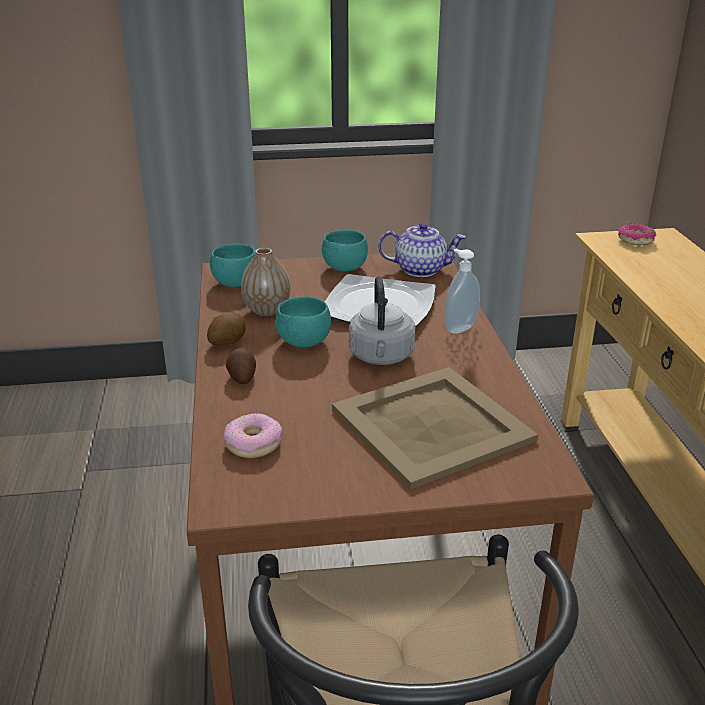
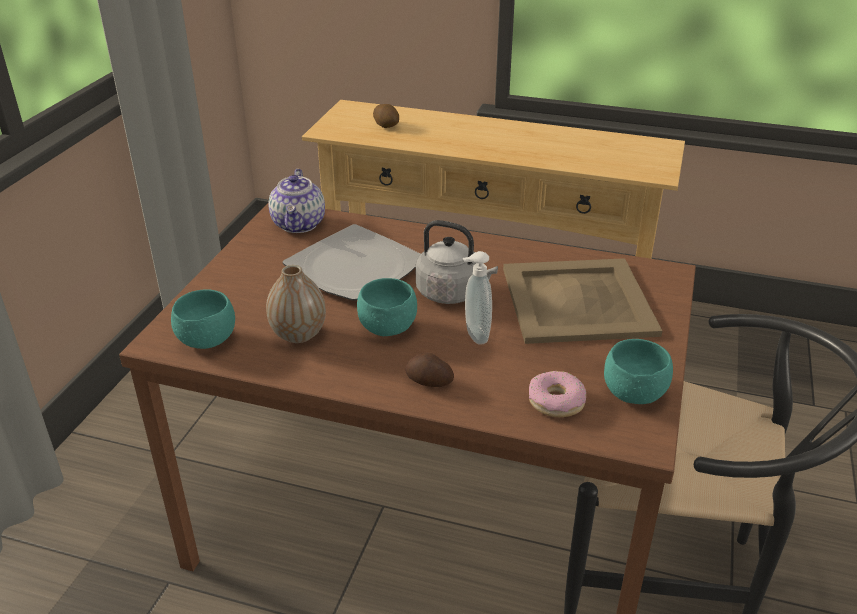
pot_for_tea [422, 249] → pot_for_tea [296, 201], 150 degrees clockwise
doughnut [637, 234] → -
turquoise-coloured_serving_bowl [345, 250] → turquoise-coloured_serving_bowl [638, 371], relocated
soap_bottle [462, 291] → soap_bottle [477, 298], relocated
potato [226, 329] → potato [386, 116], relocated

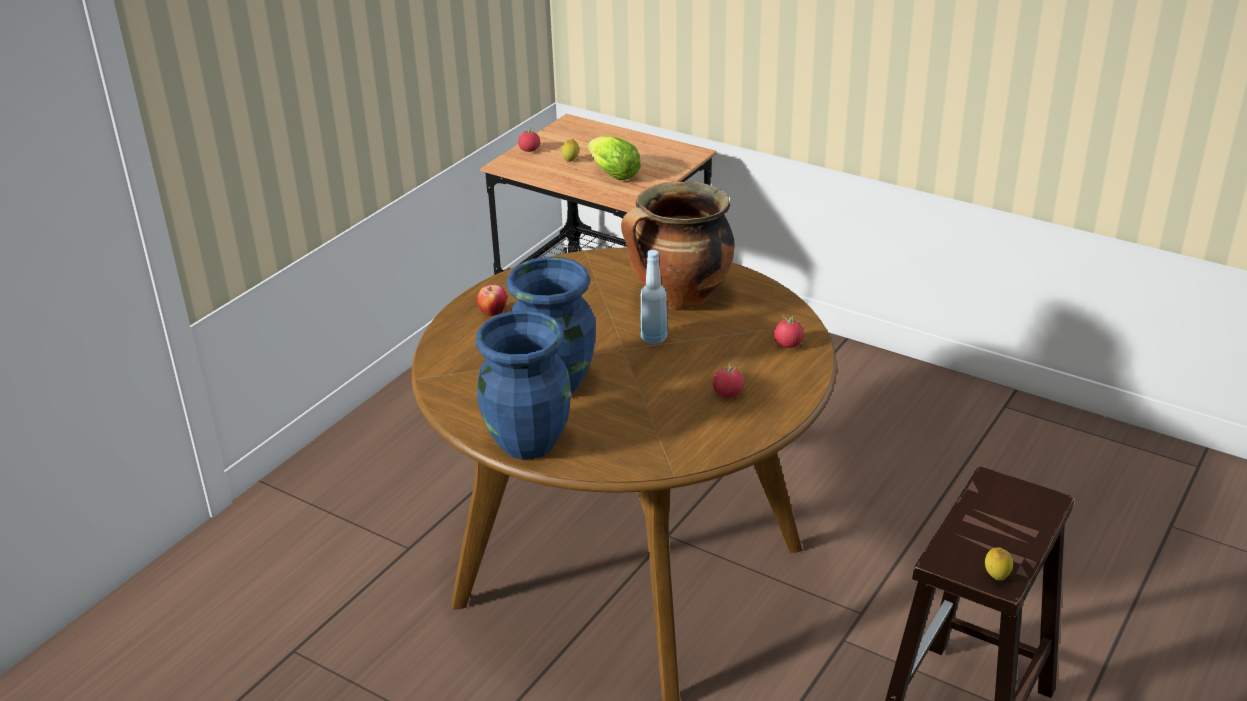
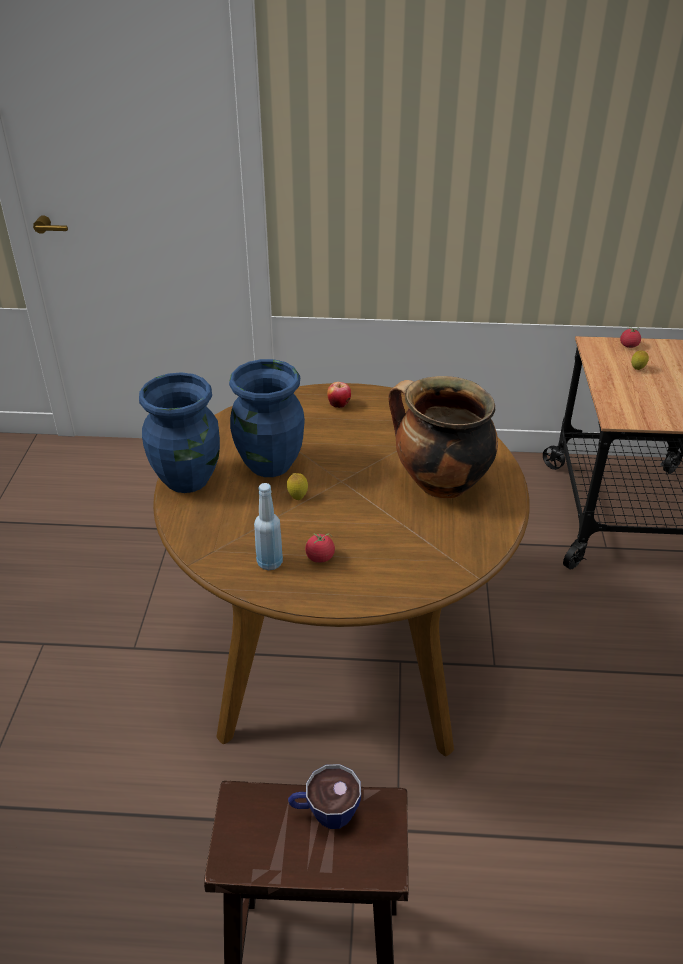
head_of_lettuce [614, 158] → -
blue-coloured_beverage_bottle [654, 297] → blue-coloured_beverage_bottle [268, 526], relocated
whole_tomato [789, 332] → -
lemon [999, 564] → lemon [297, 486], relocated
- → drinking_cup [324, 796]

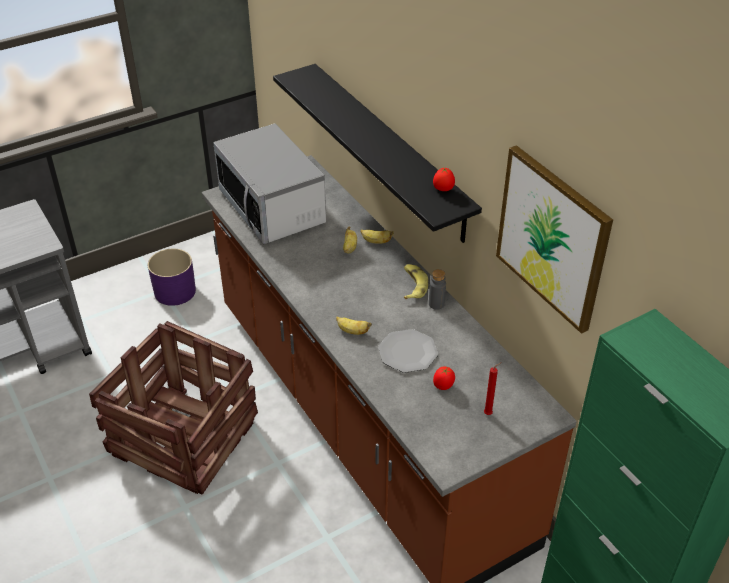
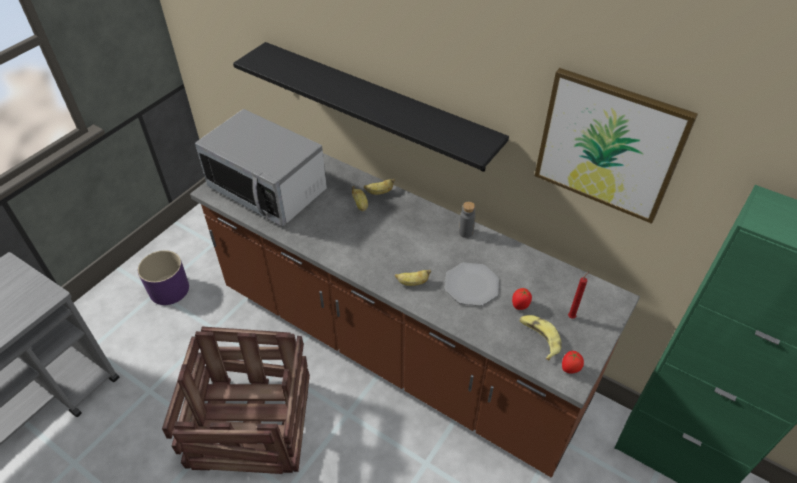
whole_tomato [444, 179] → whole_tomato [573, 362], relocated
whole_banana [416, 282] → whole_banana [540, 337], relocated

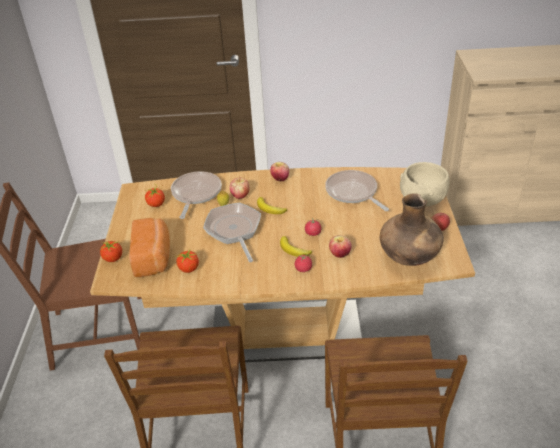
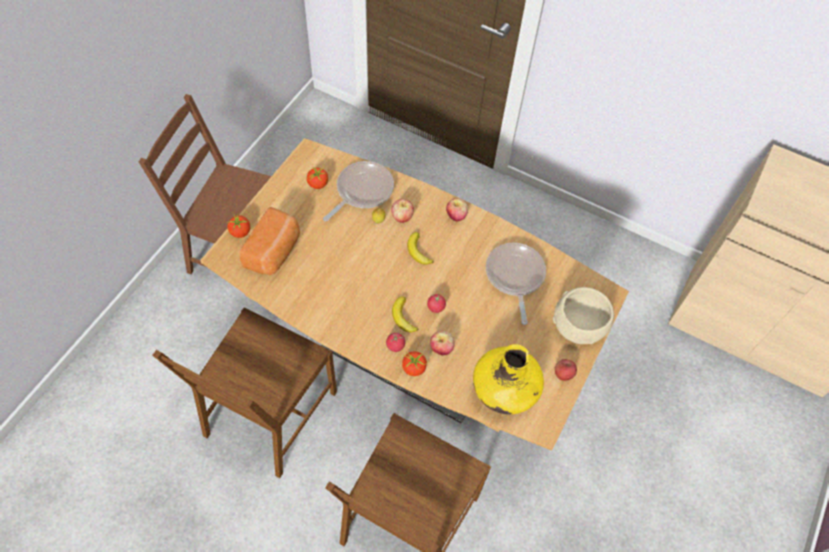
brownish_decorative_vase [412, 229] → yellow-coloured_decorative_vase [508, 379]
pan [232, 232] → -
whole_tomato [187, 261] → whole_tomato [414, 363], relocated

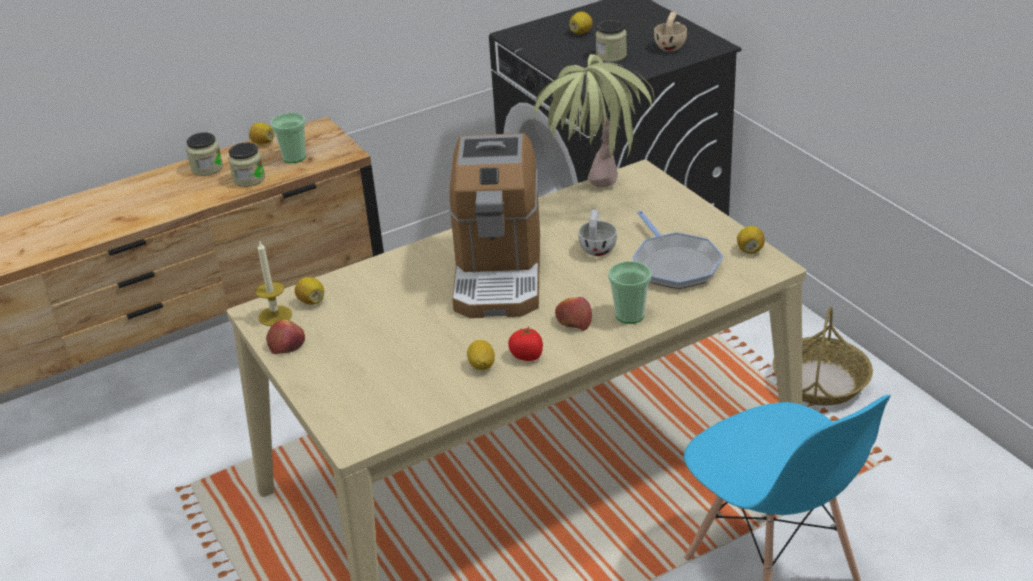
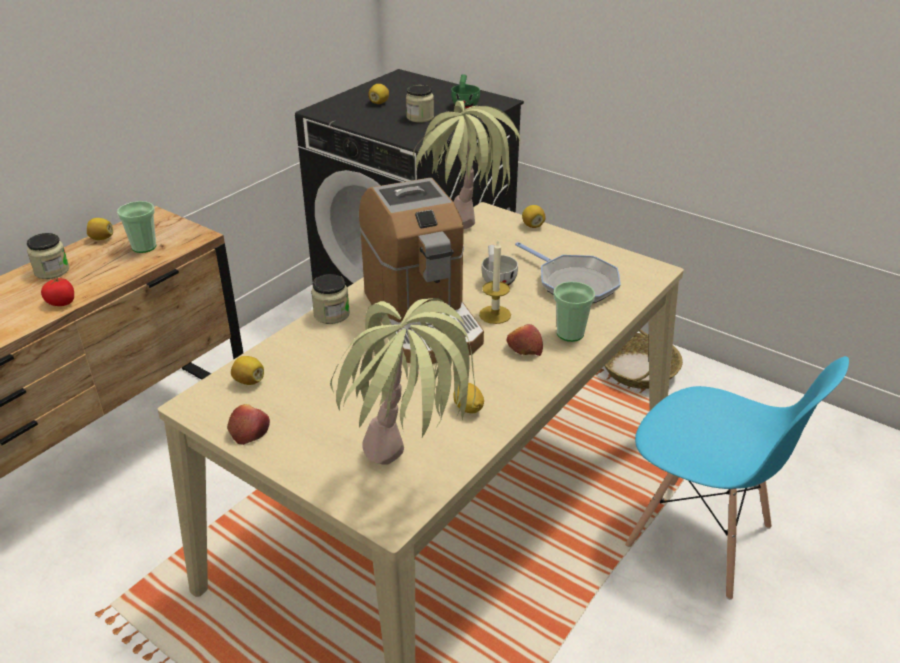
beige-coloured_drinking_cup [670, 31] → greenish_drinking_cup [465, 91]
storage_jar [246, 164] → storage_jar [330, 299], relocated
lemon [751, 240] → lemon [534, 216], relocated
wax_candle [273, 283] → wax_candle [495, 282], relocated
whole_tomato [525, 344] → whole_tomato [57, 291], relocated
- → houseplant [403, 381]

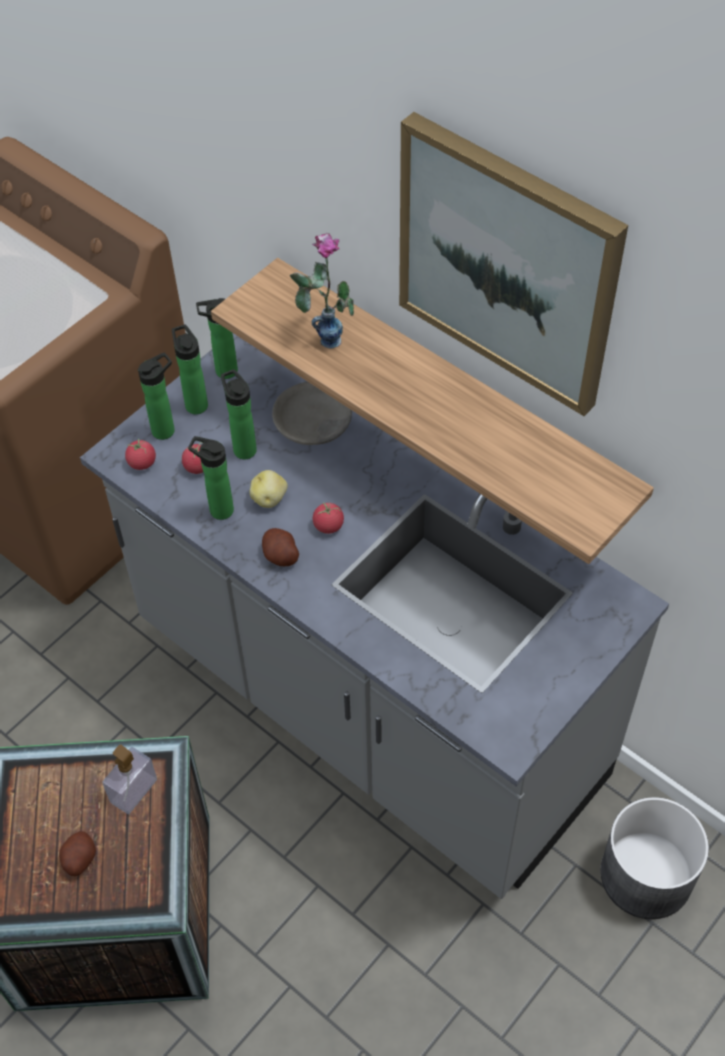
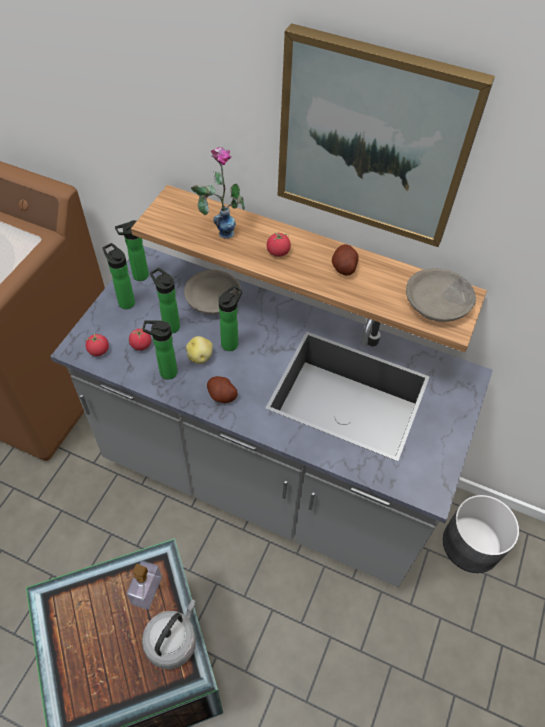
beverage_bottle [156, 396] → beverage_bottle [231, 318], relocated
whole_tomato [328, 518] → whole_tomato [279, 244], relocated
potato [77, 853] → potato [345, 260], relocated
- → grey_serving_bowl [441, 295]
- → grey_tea_kettle [169, 635]

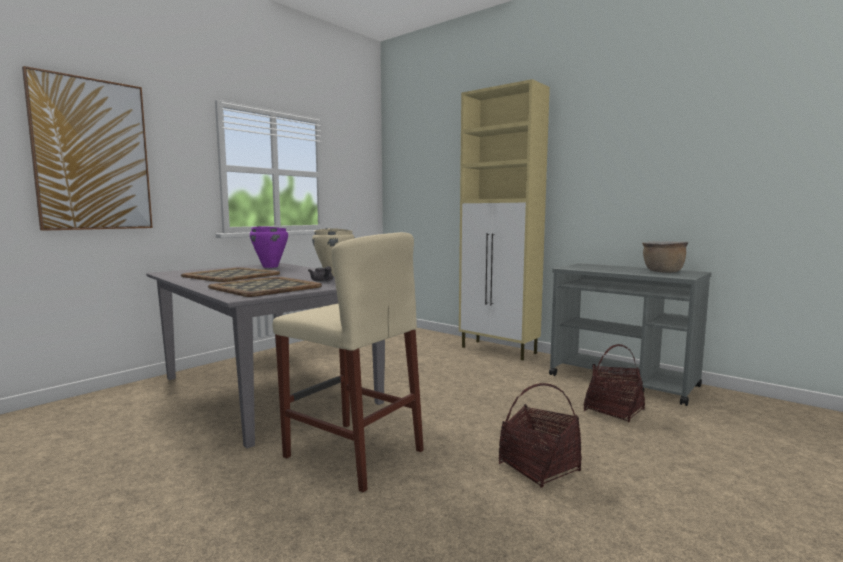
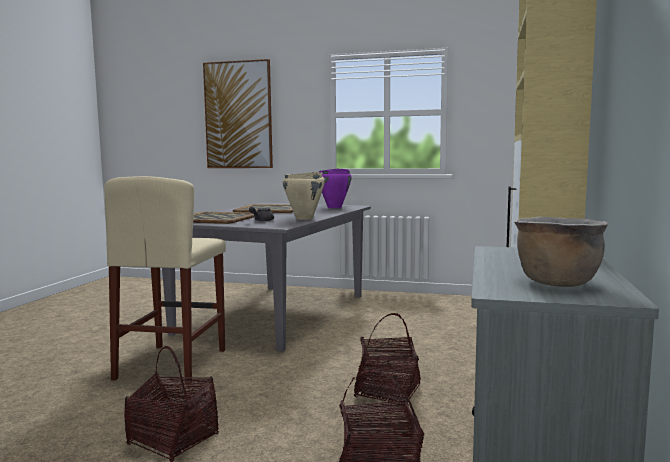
- → storage_basket [387, 358]

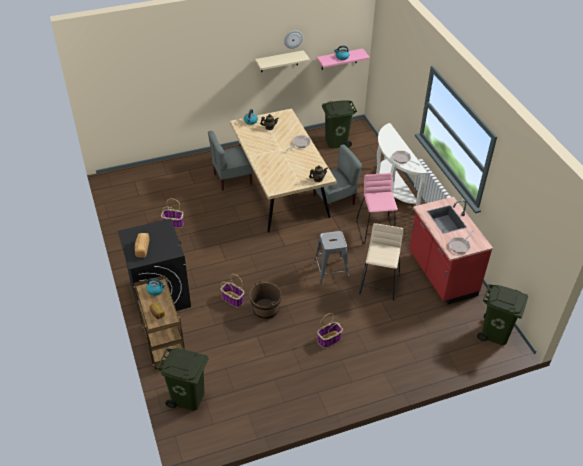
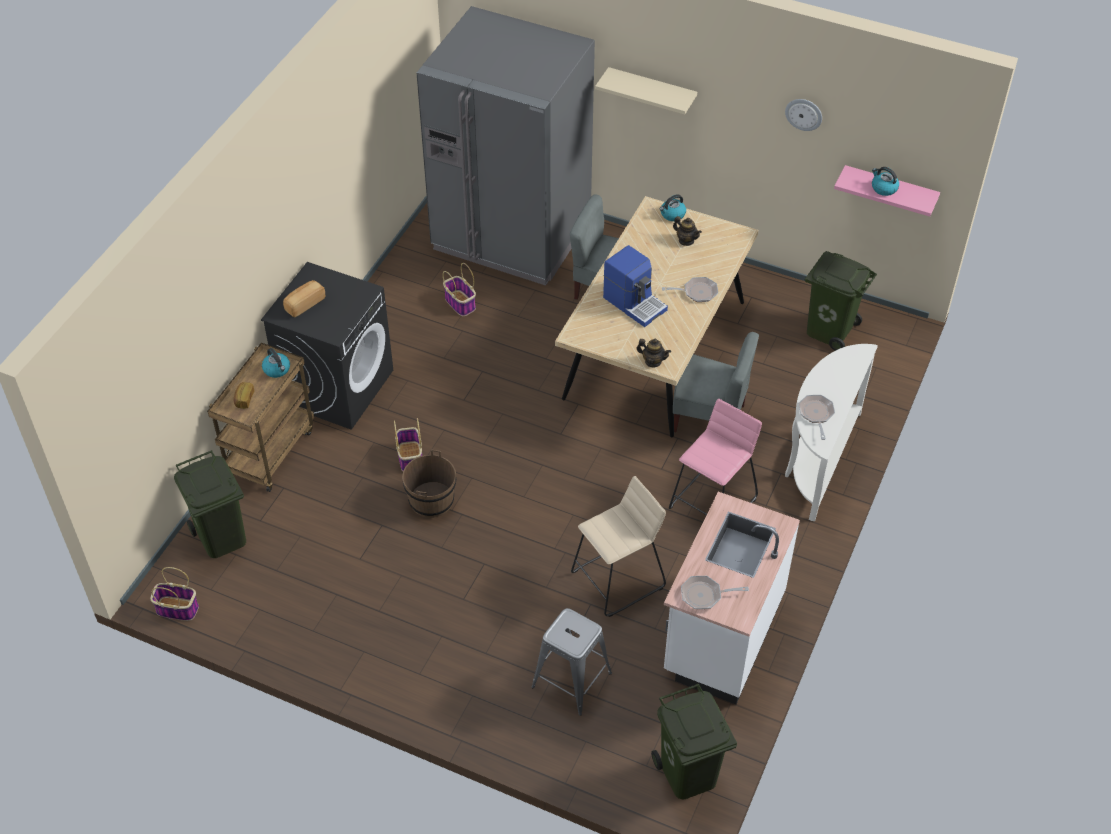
beige-coloured_wall_shelf [282, 61] → beige-coloured_wall_shelf [646, 91], relocated
red-coloured_kitchen_counter [451, 250] → white-coloured_kitchen_counter [732, 598]
grey_sitting_stool [331, 258] → grey_sitting_stool [572, 662], relocated
storage_basket [330, 330] → storage_basket [175, 594], relocated
- → grey_kitchen_fridge [506, 146]
- → coffee_maker [635, 286]

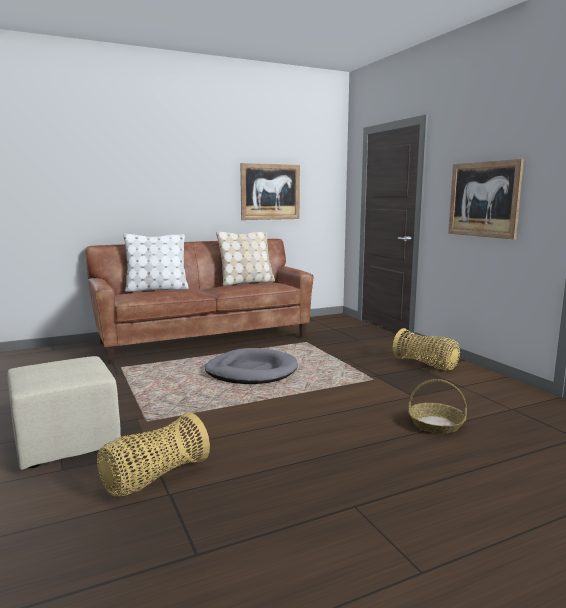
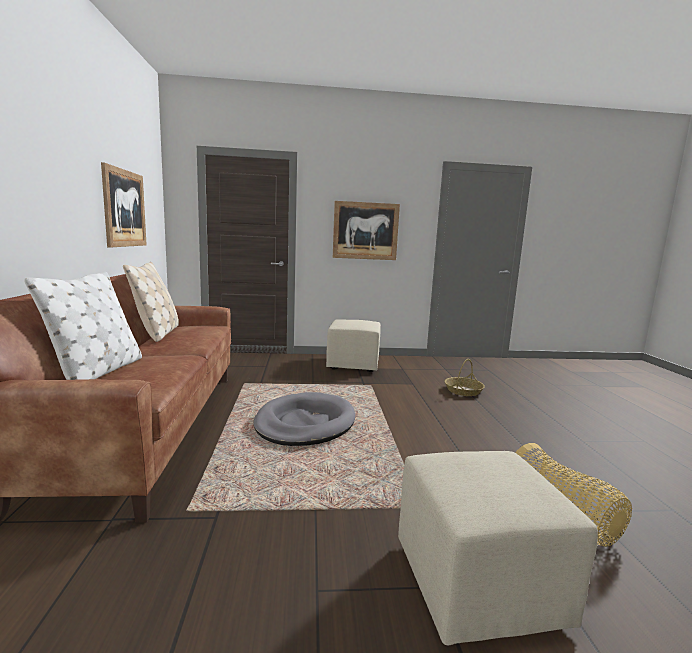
storage_basket [426, 349] → beige-coloured_pouffe [353, 345]

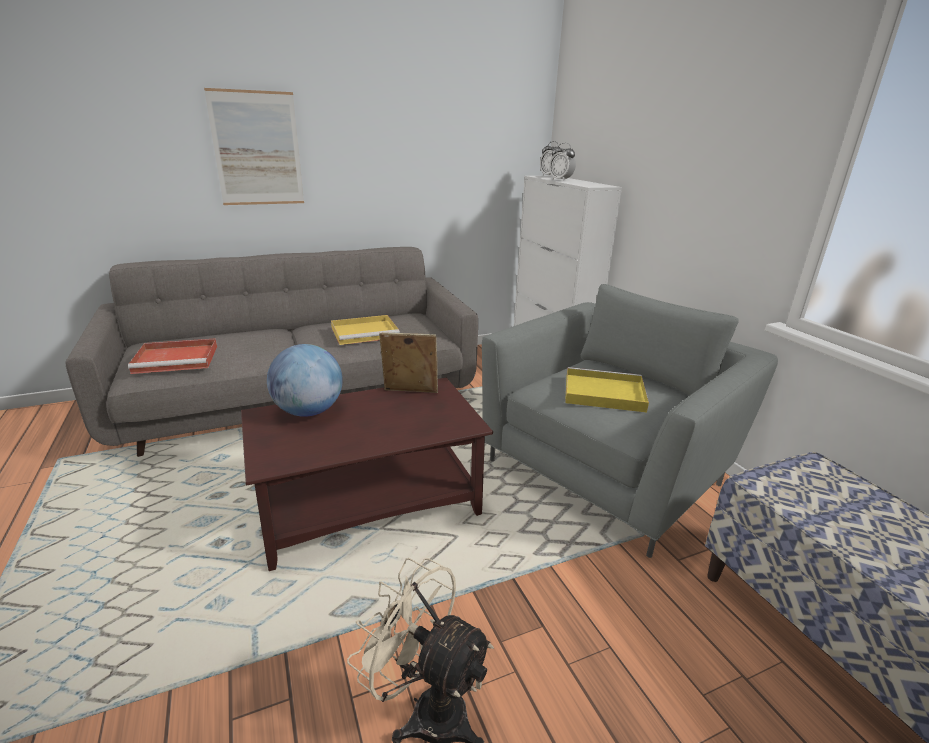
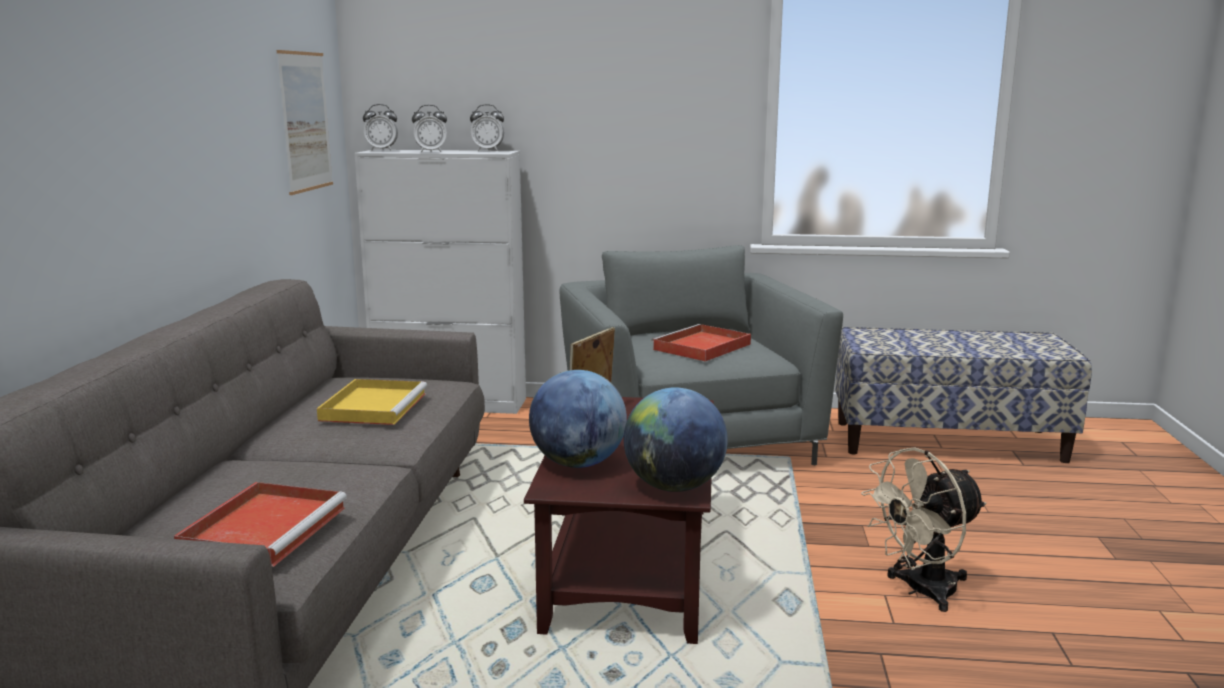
wall_picture [254, 146] → wall_picture [305, 122], relocated
yellow-coloured_tray [607, 390] → red-coloured_tray [701, 343]
- → table_clock [487, 127]
- → world_globe [676, 439]

